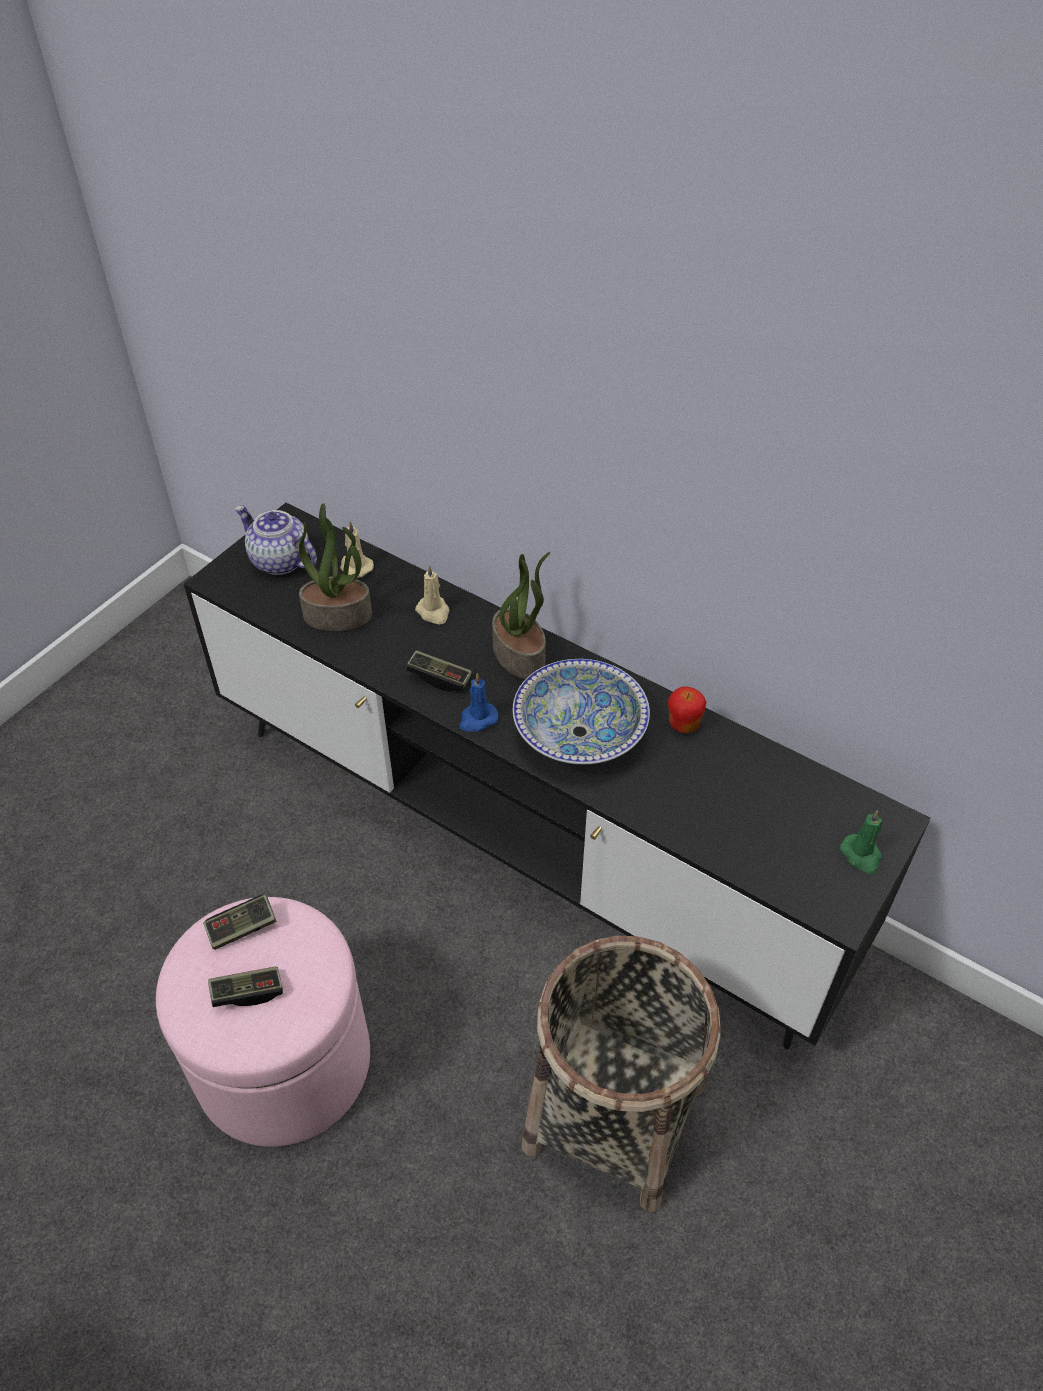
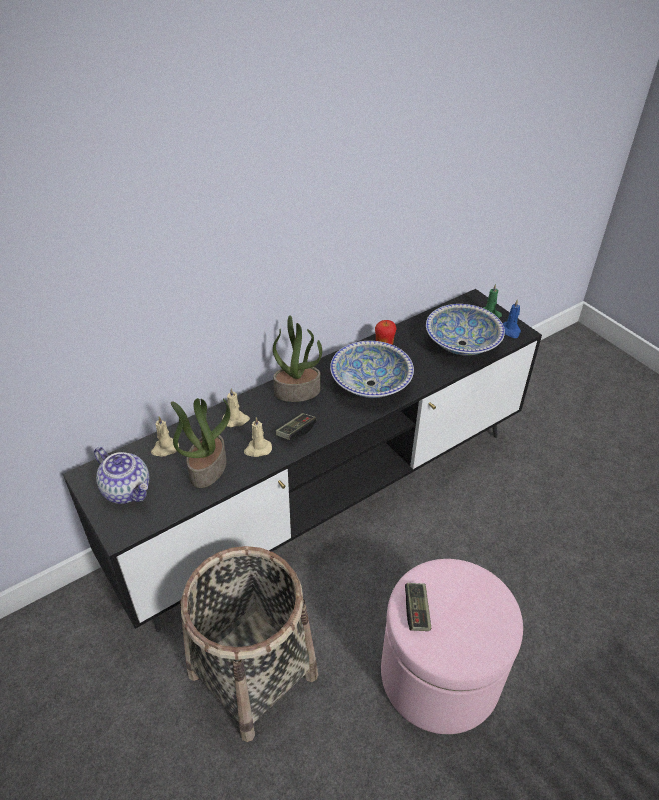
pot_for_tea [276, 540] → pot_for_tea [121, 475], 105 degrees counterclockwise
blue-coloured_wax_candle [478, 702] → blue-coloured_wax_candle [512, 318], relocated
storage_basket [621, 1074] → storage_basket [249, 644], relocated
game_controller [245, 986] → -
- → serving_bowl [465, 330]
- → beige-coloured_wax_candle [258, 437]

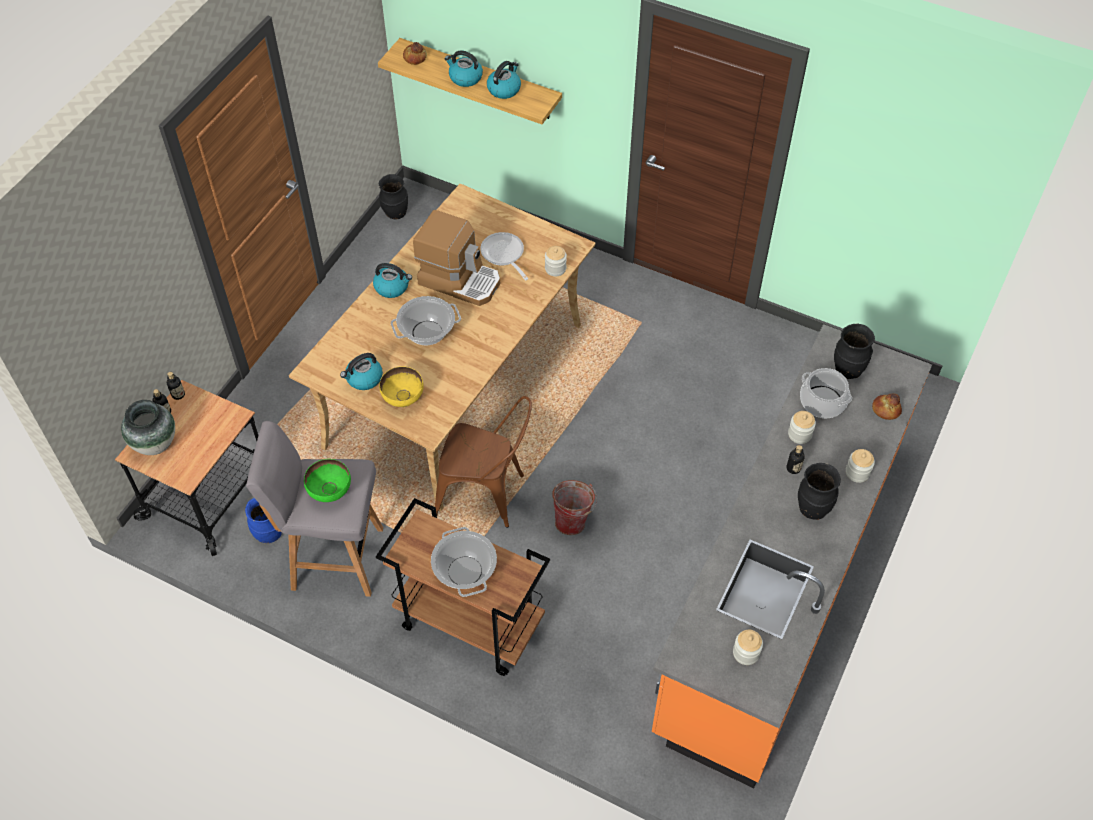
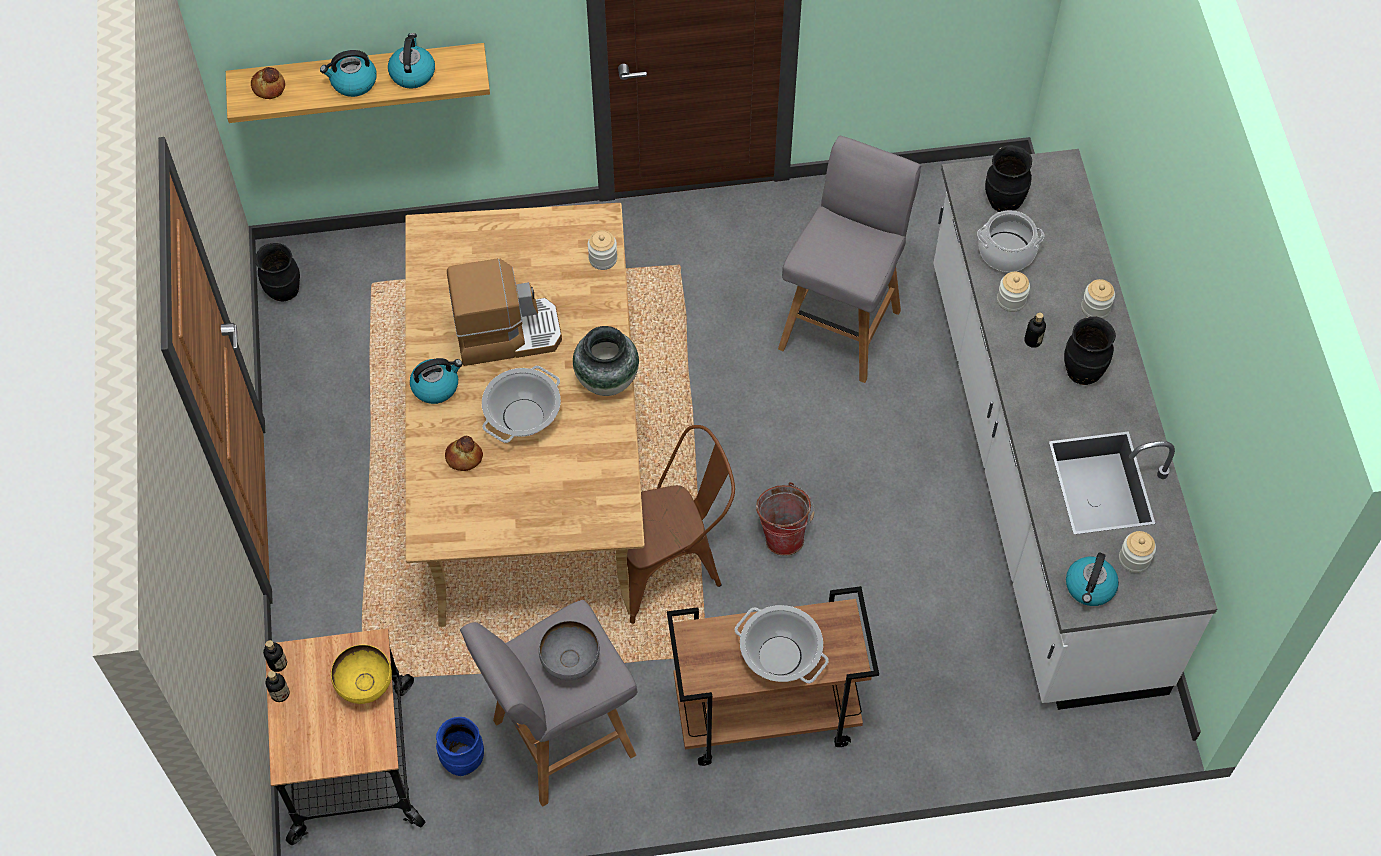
pan [504, 256] → -
orange-coloured_kitchen_counter [792, 556] → white-coloured_kitchen_counter [1075, 429]
tea_kettle [361, 371] → tea_kettle [1092, 579], relocated
yellow-coloured_serving_bowl [401, 386] → yellow-coloured_serving_bowl [361, 674], relocated
bread [887, 407] → bread [464, 453], relocated
decorative_vase [148, 427] → decorative_vase [606, 361], relocated
greenish_serving_bowl [327, 480] → grey_serving_bowl [569, 650]
- → grey_sitting_stool [849, 259]

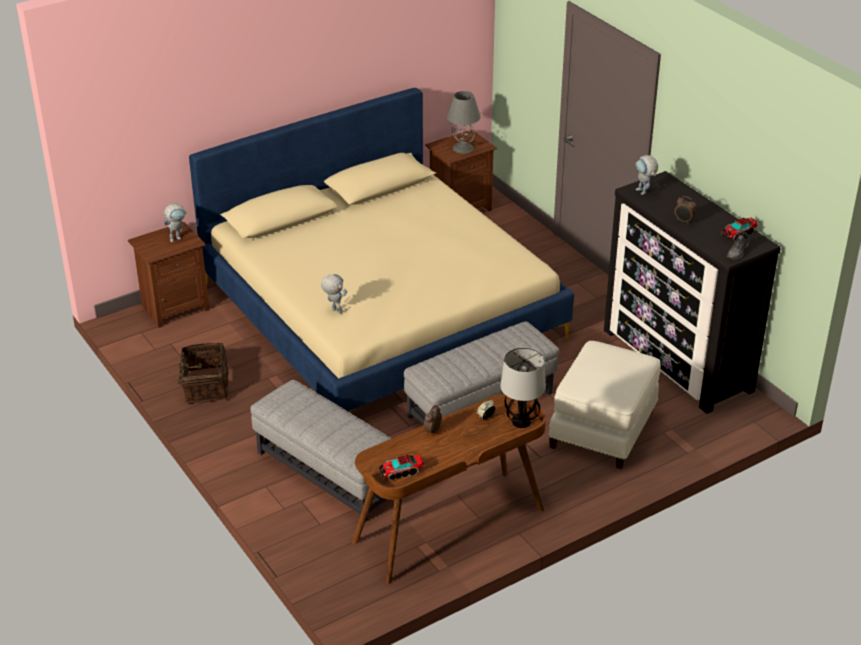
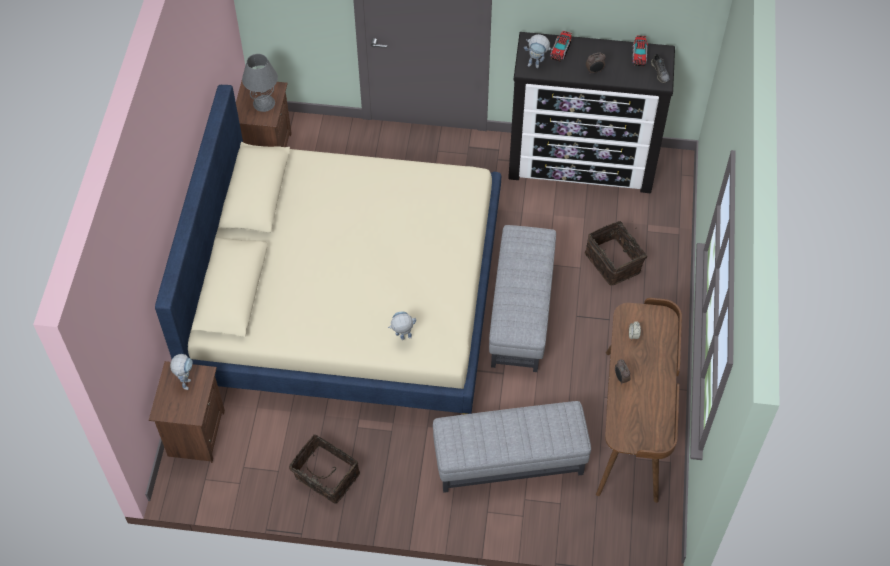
white-coloured_pouffe [604, 405] → storage_basket [616, 253]
table_lamp [523, 387] → -
model_truck [401, 467] → model_truck [561, 46], relocated

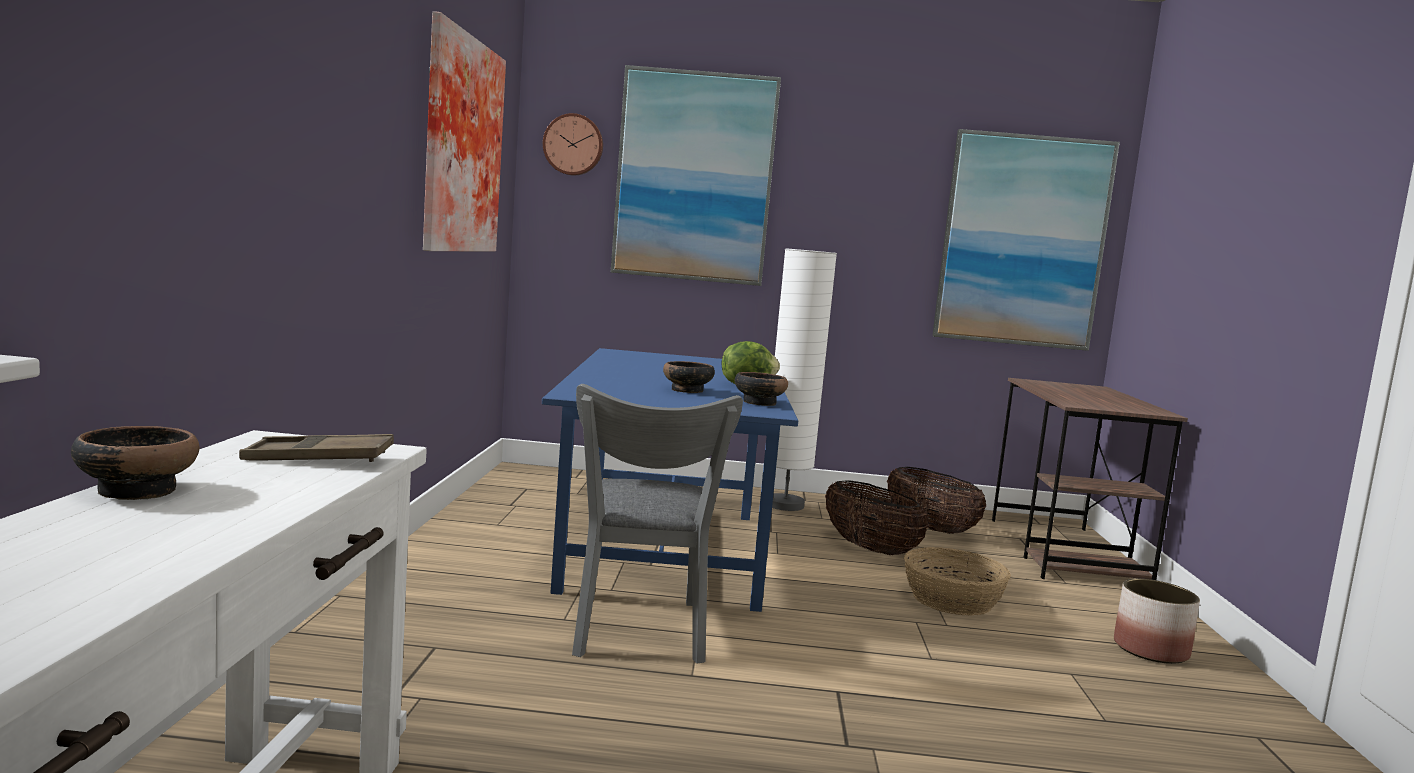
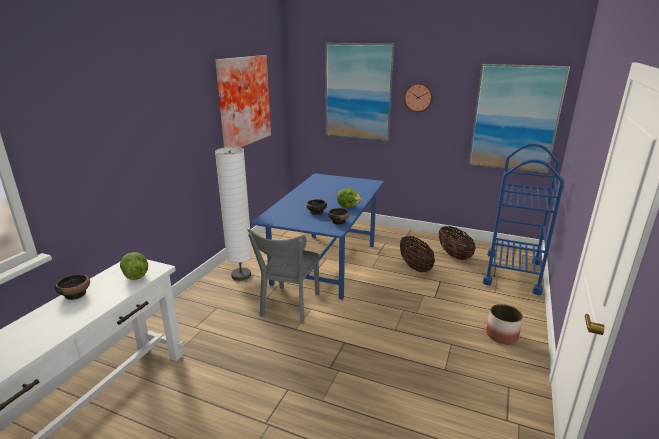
wall_clock [573, 144] → wall_clock [418, 97], relocated
white-coloured_floor_lamp [804, 379] → white-coloured_floor_lamp [234, 214], relocated
brownish_desk_unit [1090, 479] → blue-coloured_cart [523, 219]
brownish_tray [316, 448] → head_of_lettuce [134, 266]
storage_basket [957, 581] → -

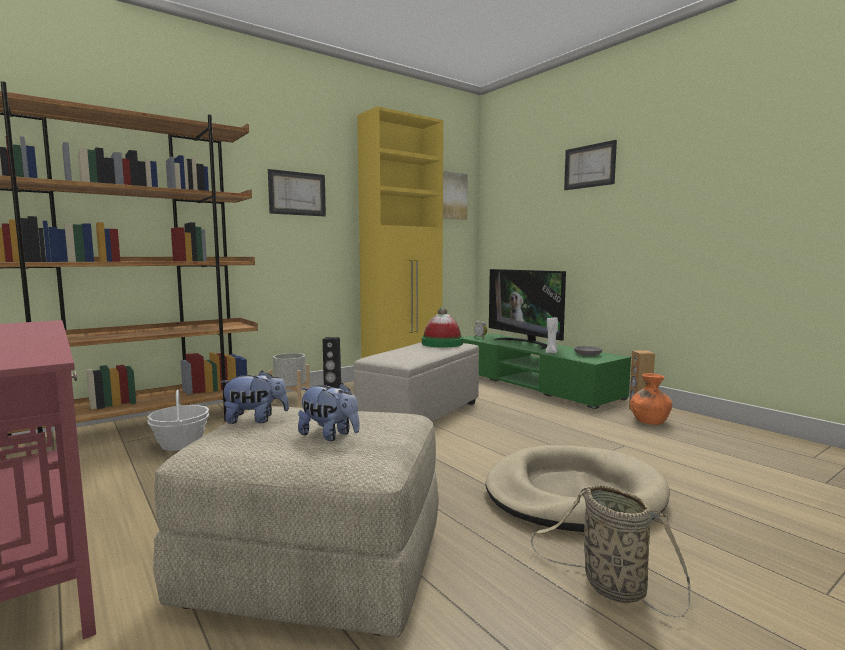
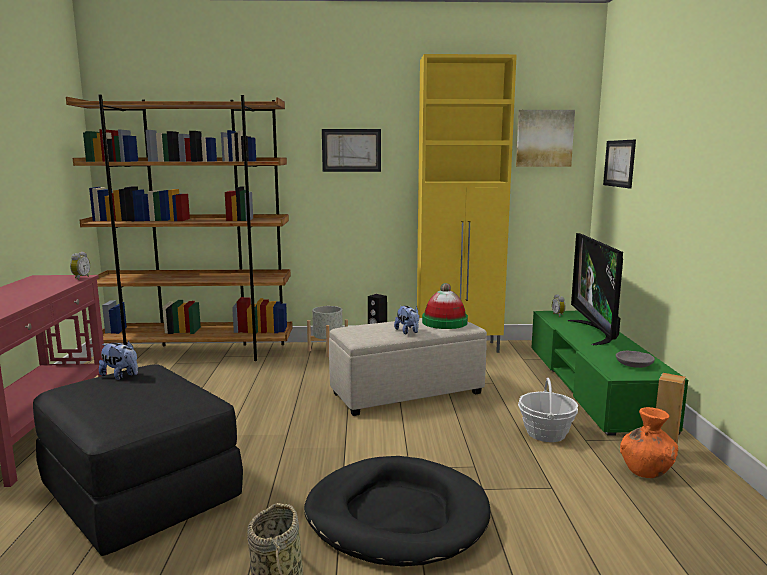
wall_picture [590, 165] → wall_picture [619, 164], relocated
white-coloured_wax_candle [551, 334] → -
plush_toy [328, 412] → plush_toy [406, 320], relocated
storage_basket [178, 420] → storage_basket [548, 410], relocated
beige-coloured_pouffe [296, 521] → black-coloured_pouffe [138, 460]
beige-coloured_dog_cushion [578, 488] → black-coloured_dog_cushion [397, 511]
- → table_clock [80, 265]

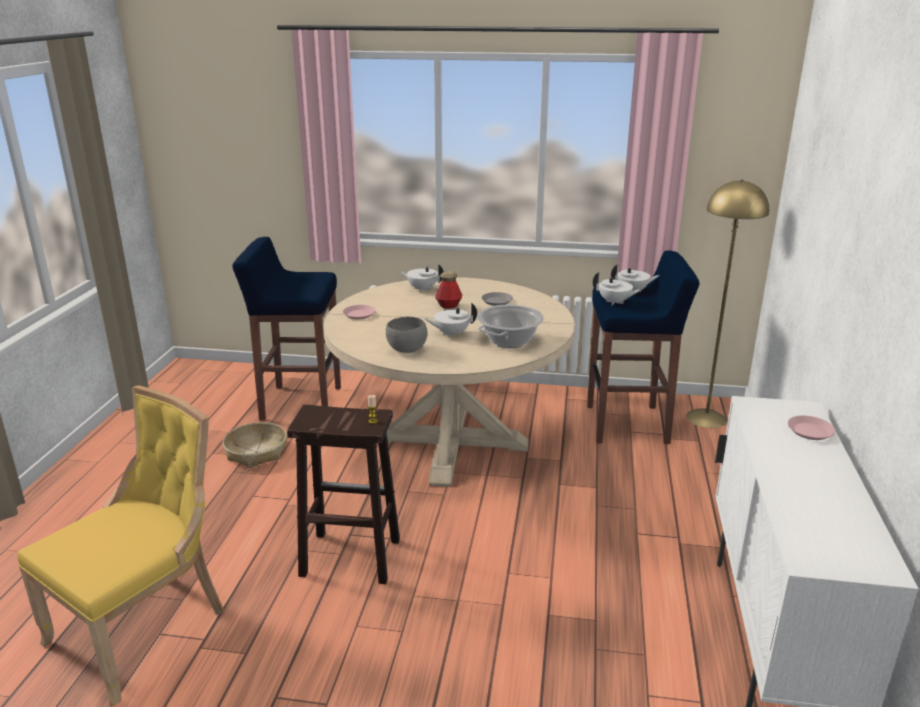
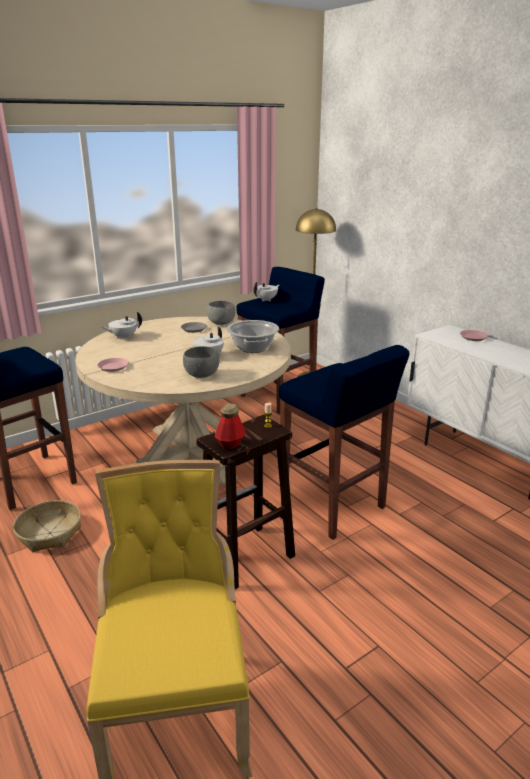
beverage_bottle [448, 290] → beverage_bottle [230, 426], relocated
white-coloured_pot_for_tea [617, 288] → -
- → grey_serving_bowl [220, 313]
- → blue-coloured_sitting_stool [344, 442]

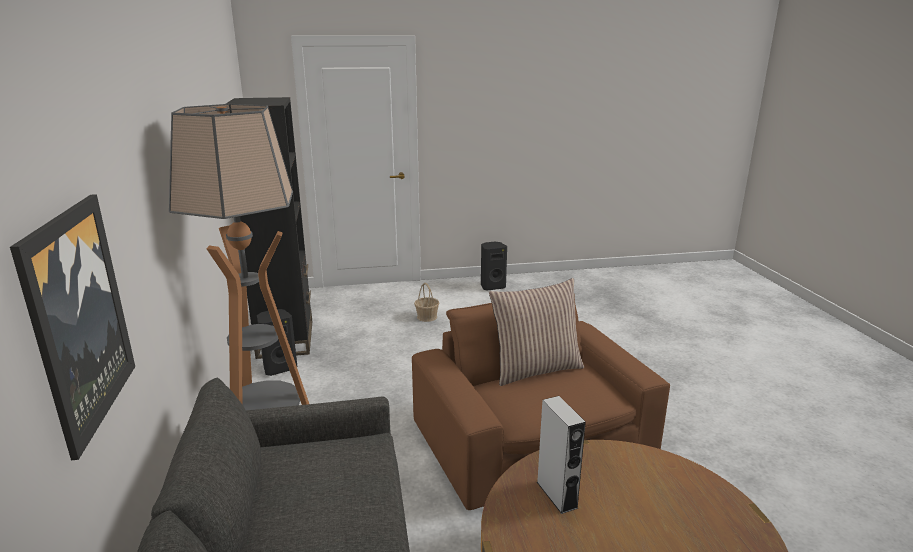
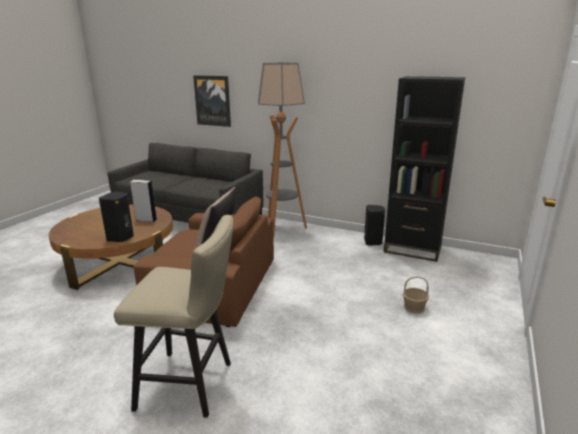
black-coloured_speaker [494, 266] → black-coloured_speaker [116, 216], relocated
- → beige-coloured_sitting_stool [174, 316]

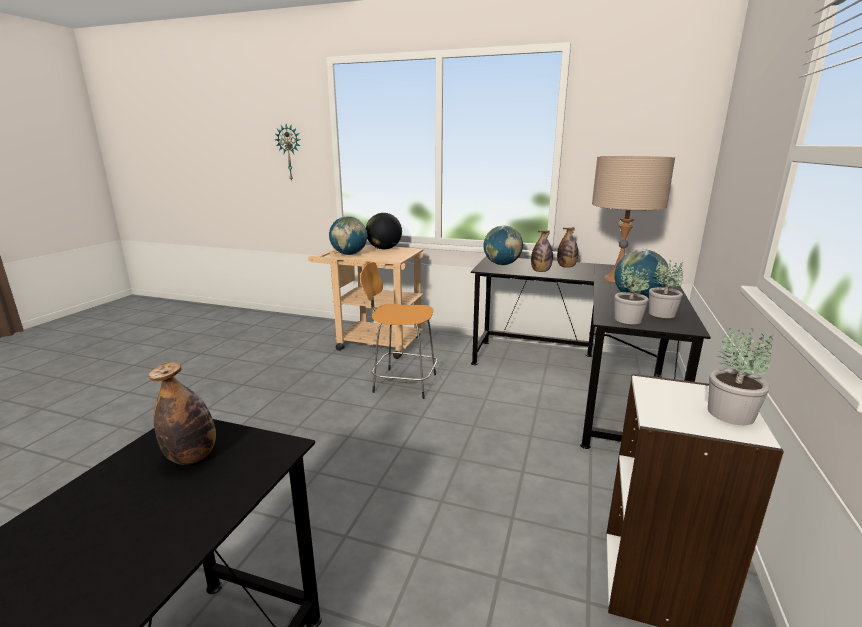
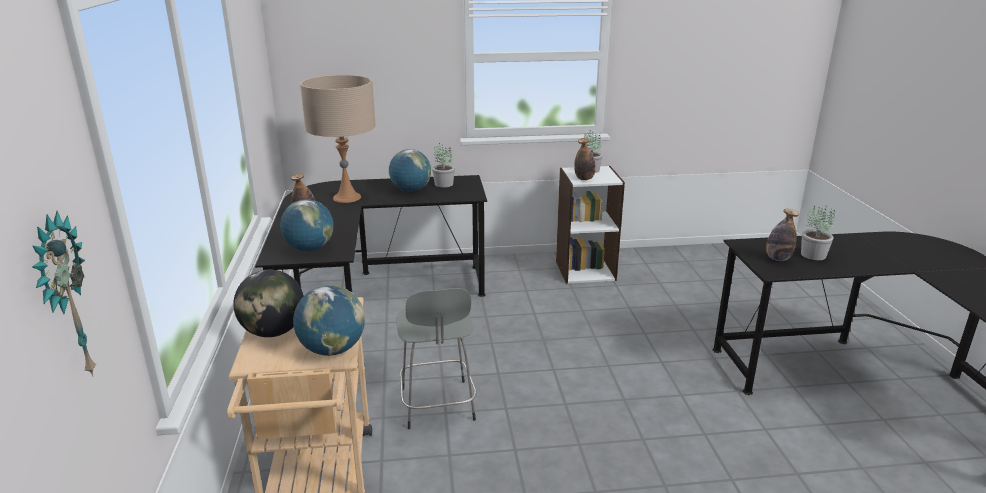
beverage_bottle [542, 251] → beverage_bottle [585, 159], relocated
orange-coloured_sitting_stool [398, 330] → grey_sitting_stool [436, 358]
houseplant [632, 295] → houseplant [818, 233], relocated

